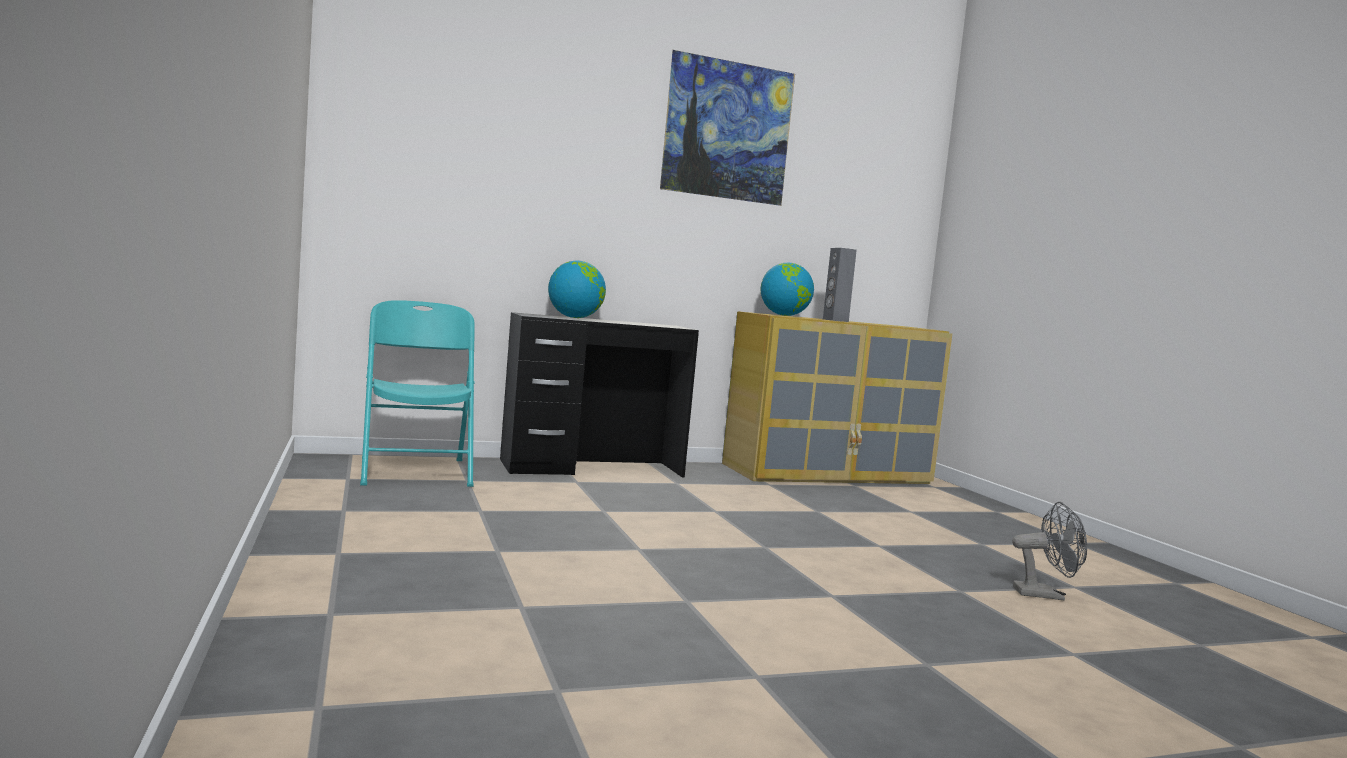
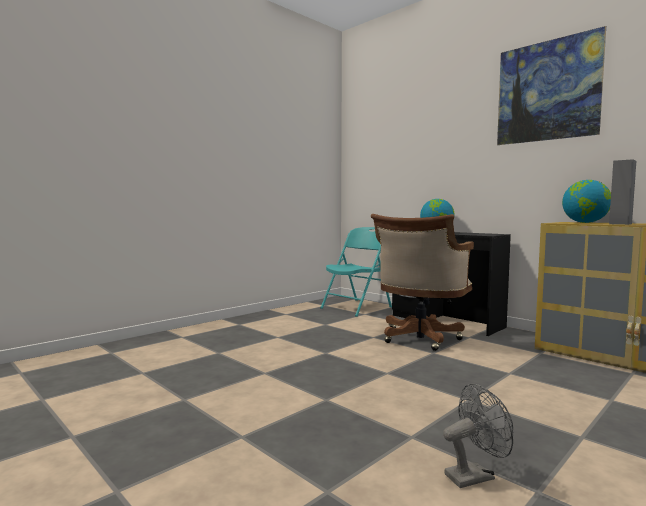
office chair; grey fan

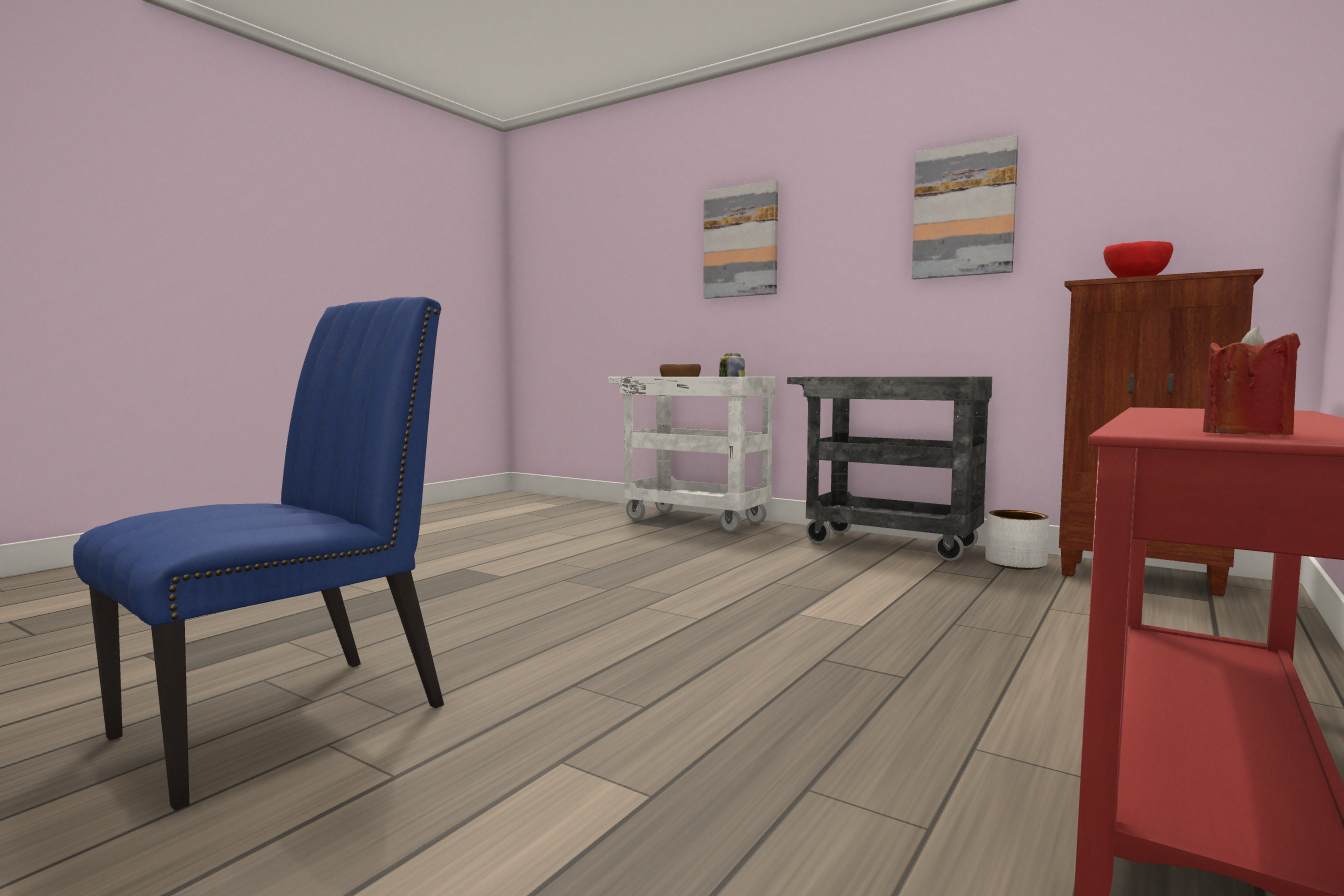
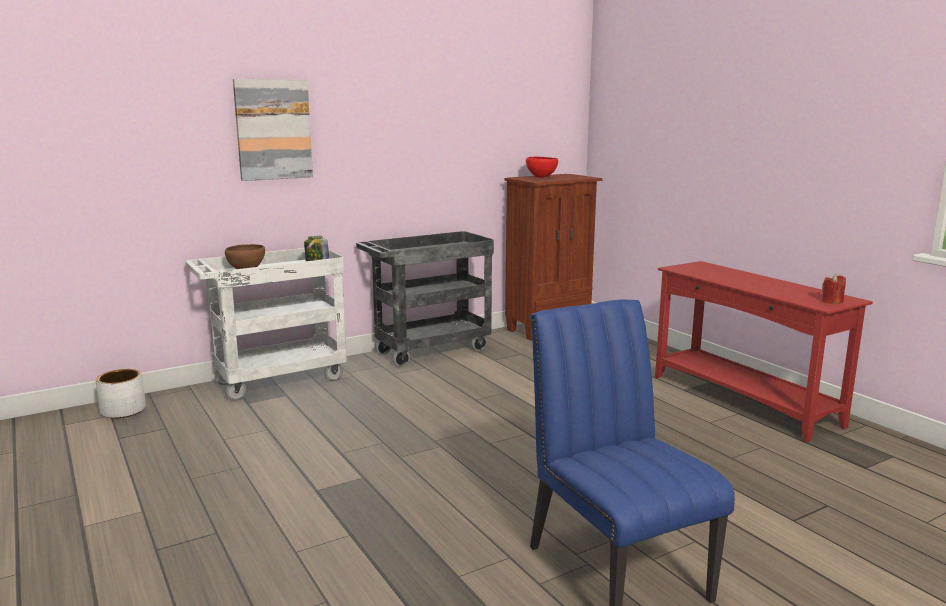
picture (no. 2 from left in the first image); white planter

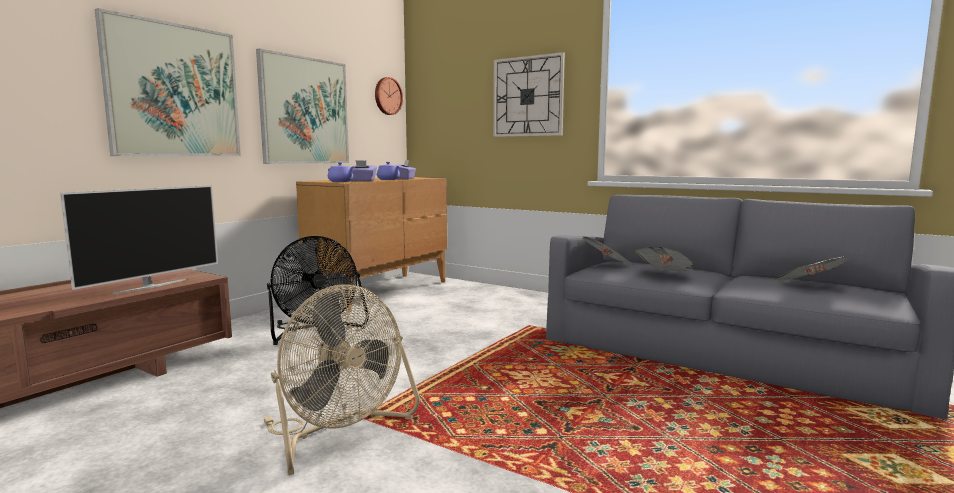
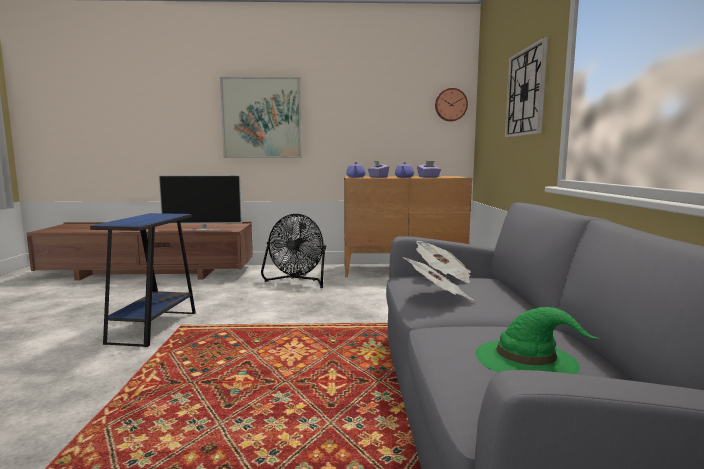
picture (no. 2 from left in the first image); blue side table; green hat

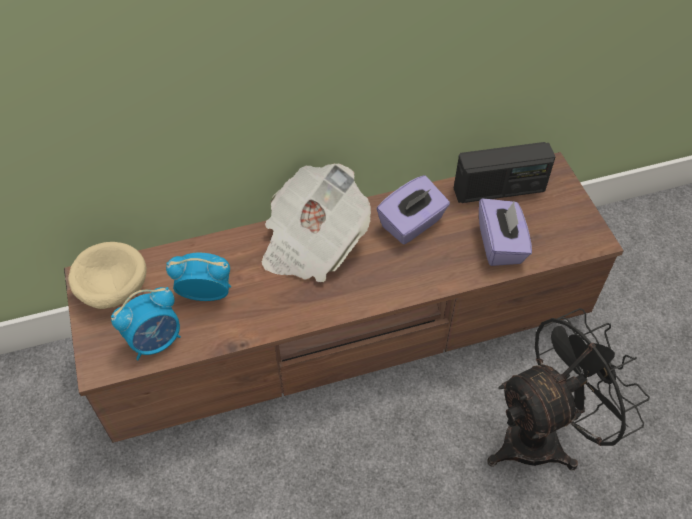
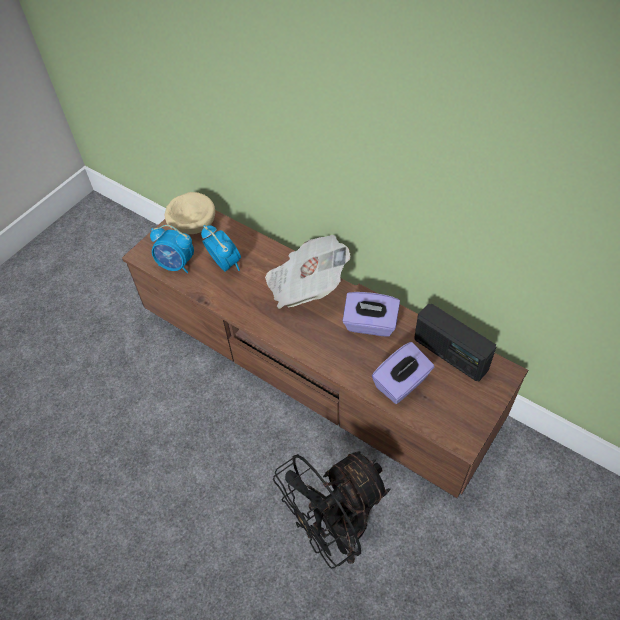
black fan

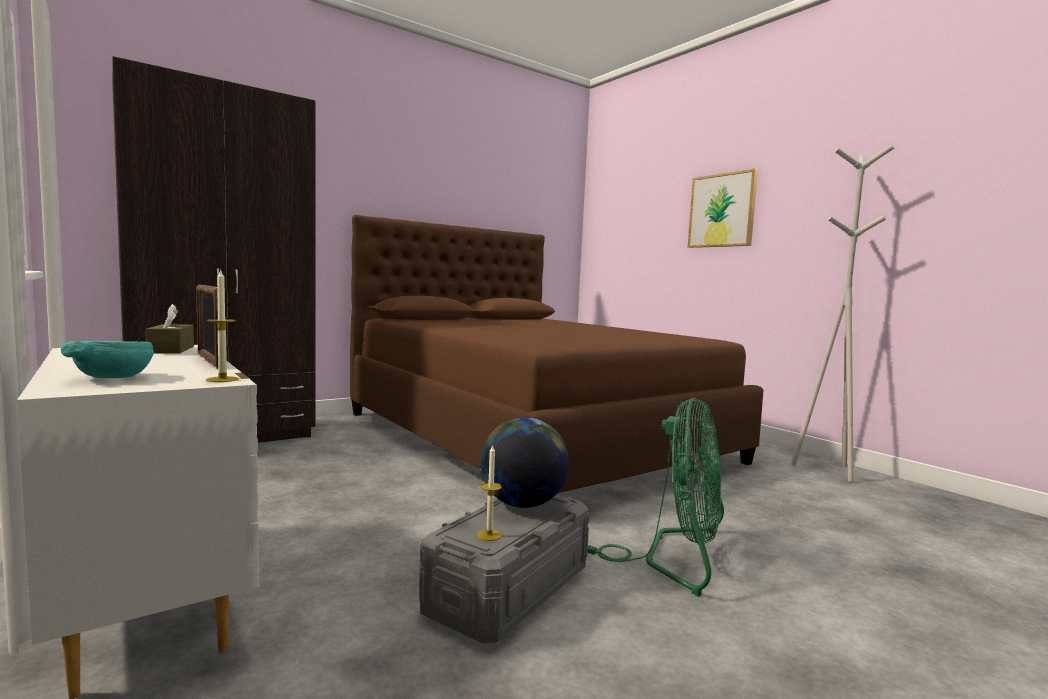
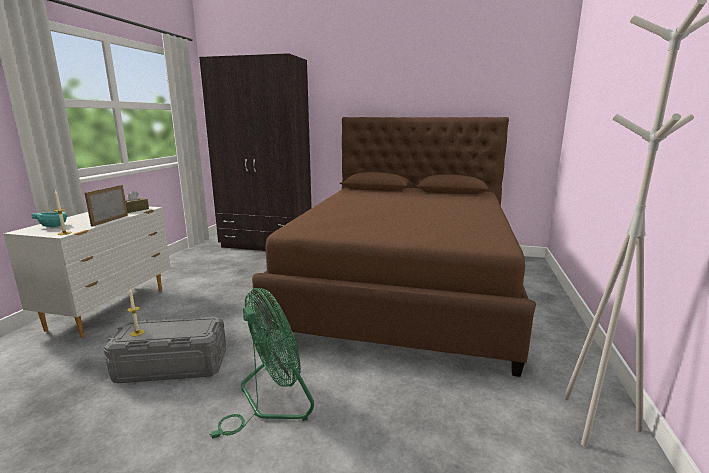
globe; picture; green fan

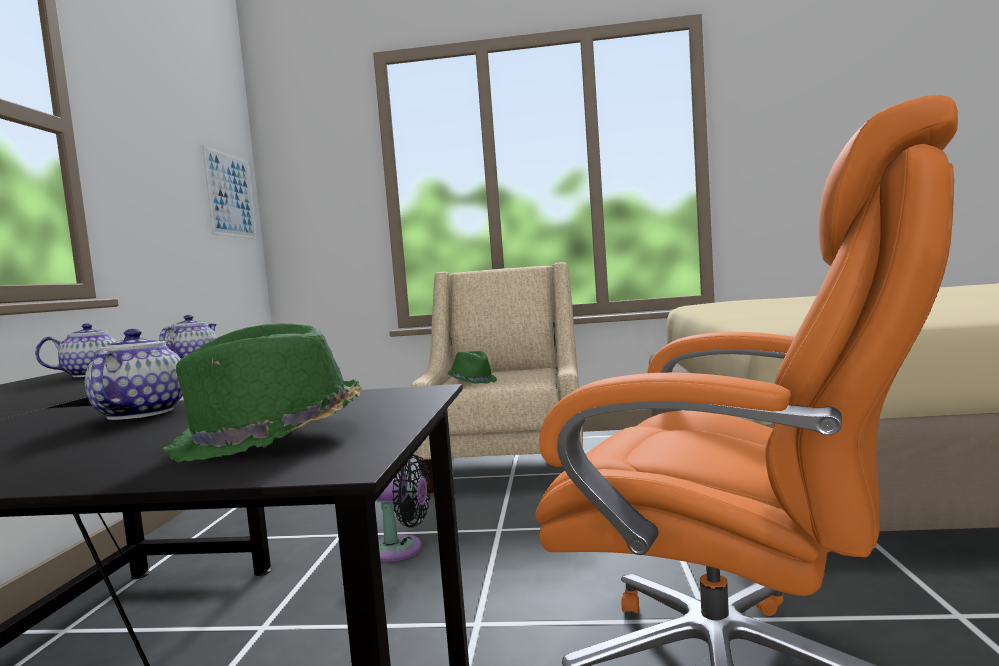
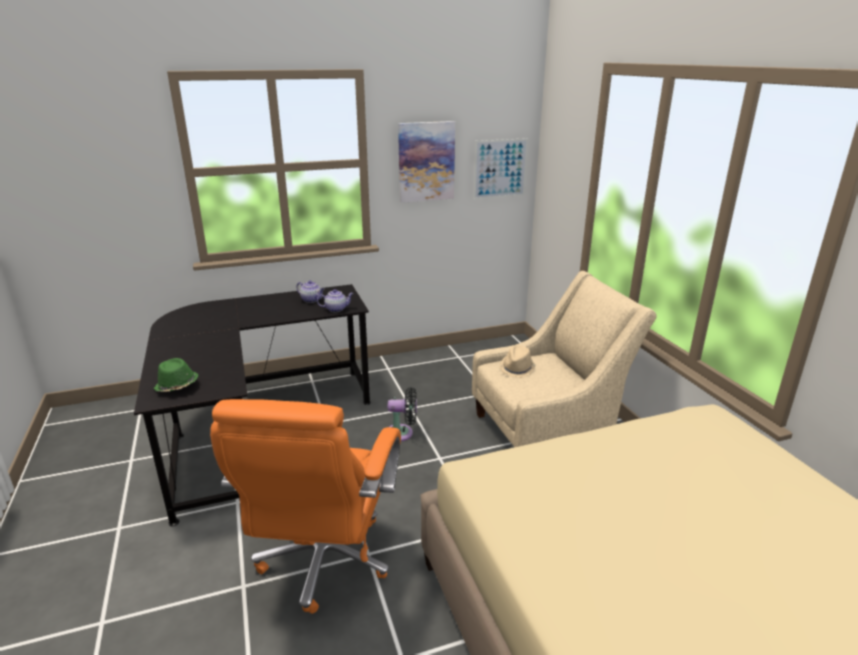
teapot (no. 2 from left in the first image); picture (no. 1 from left); beige hat; black fan

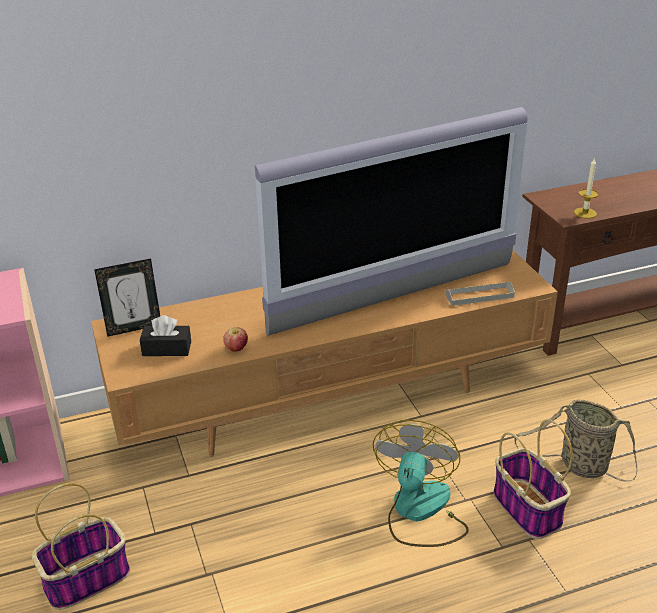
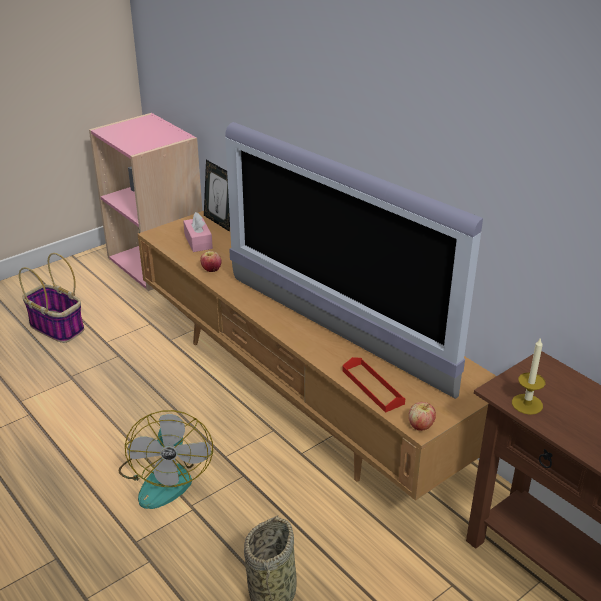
basket (no. 2 from left in the first image); apple (no. 2 from left); pink tissue box; red tray; fan

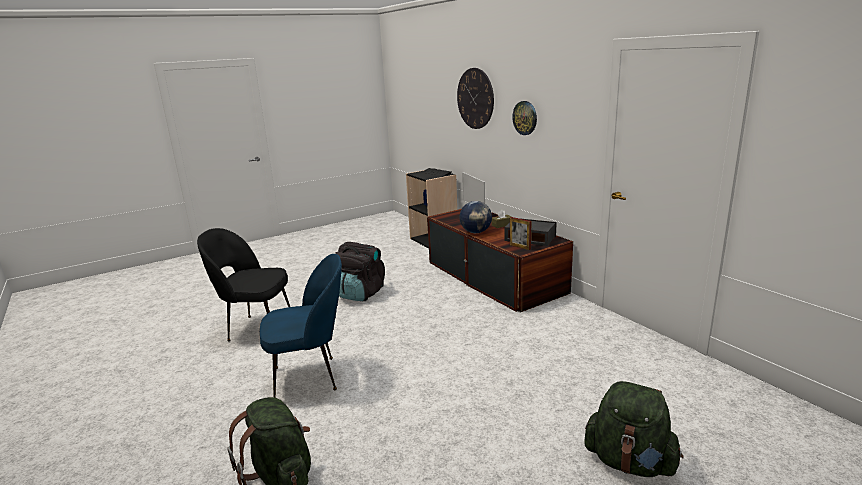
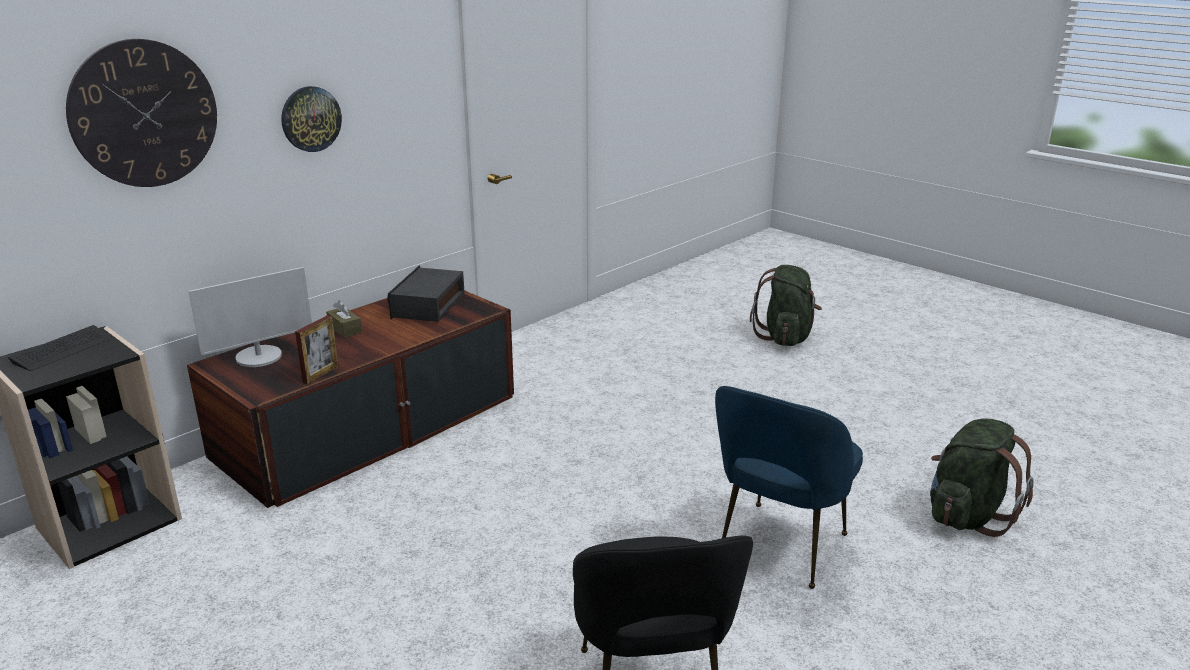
black backpack; globe; picture frame; blue chair

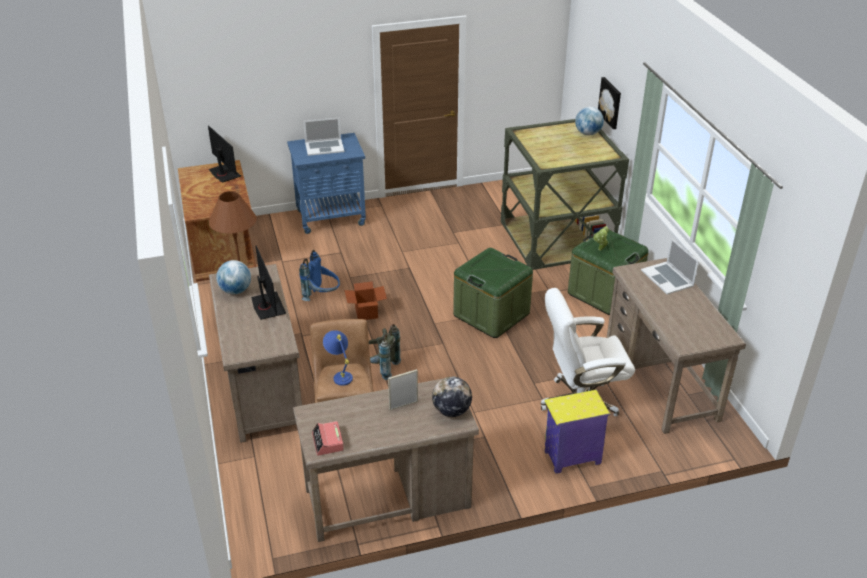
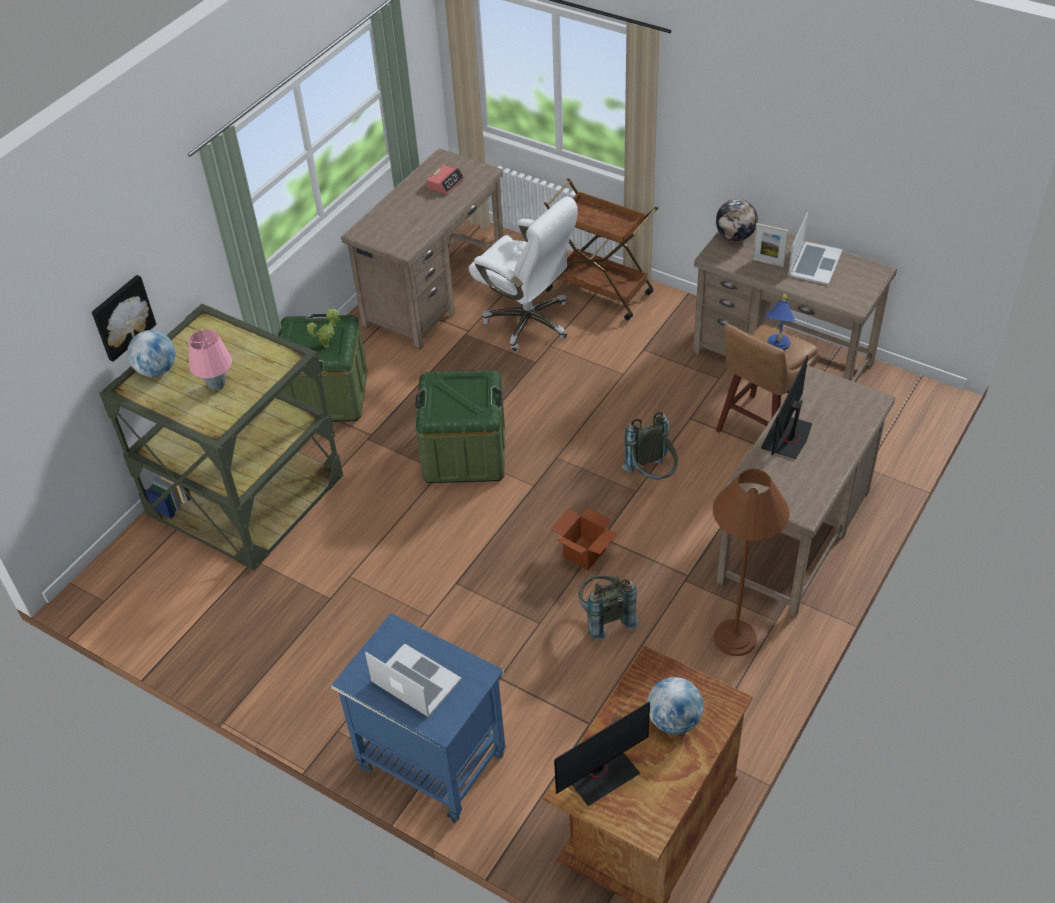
pink table lamp; globe (no. 2 from left); alarm clock; laptop (no. 2 from left); brown cart; grey backpack (no. 1 from left); monitor (no. 1 from left)

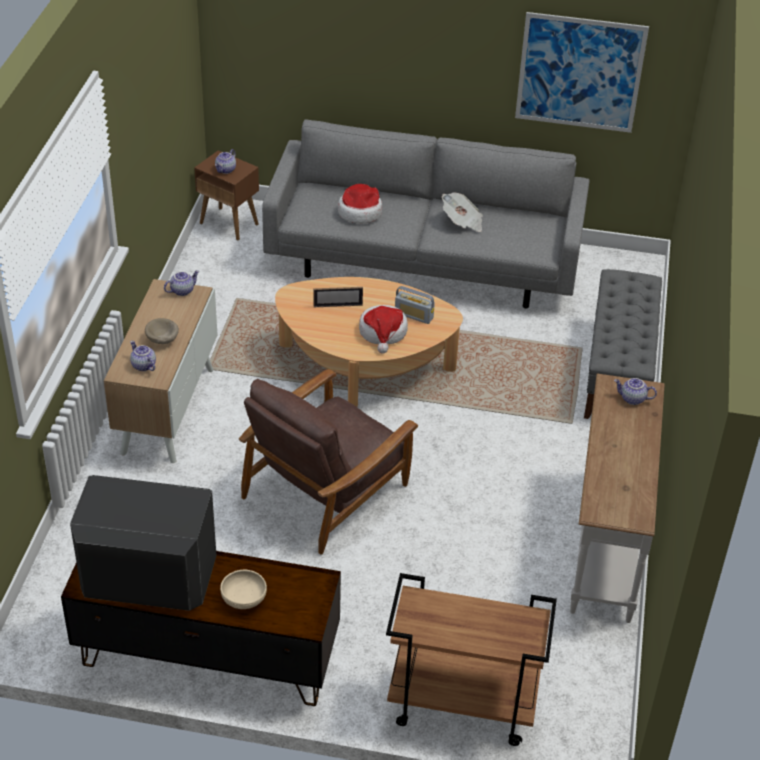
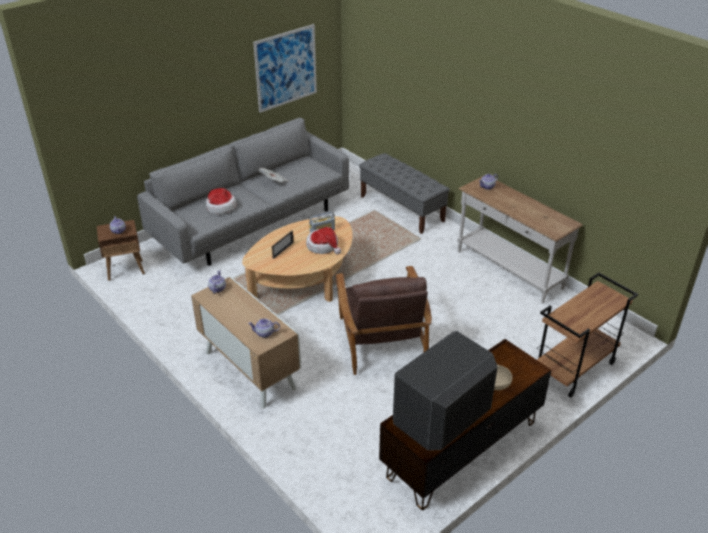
beige bowl (no. 1 from left in the first image)

